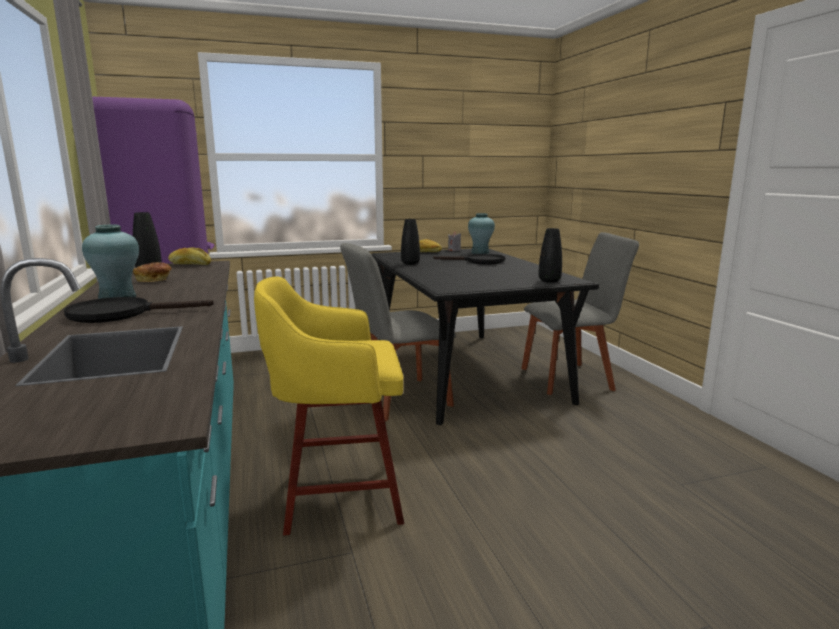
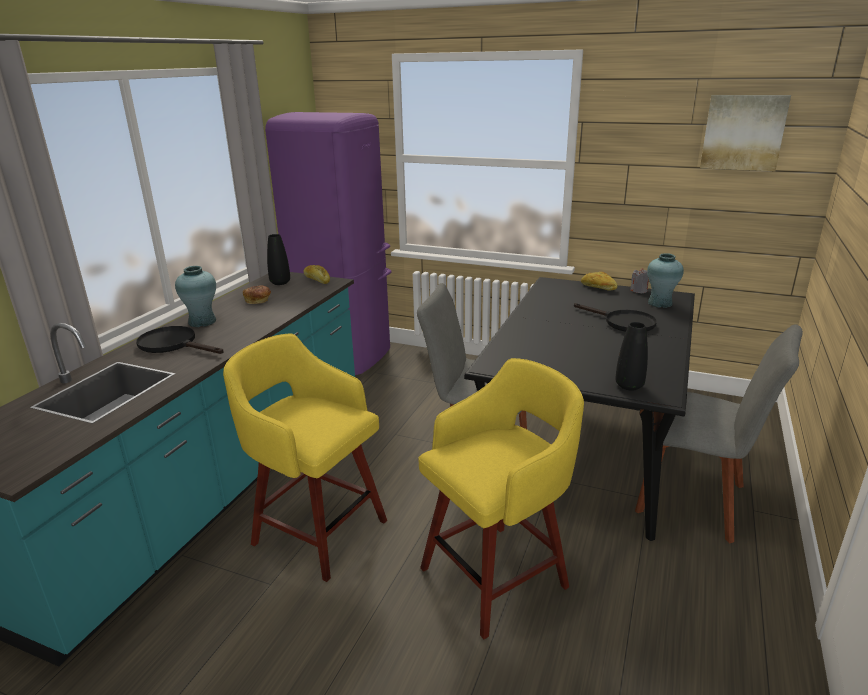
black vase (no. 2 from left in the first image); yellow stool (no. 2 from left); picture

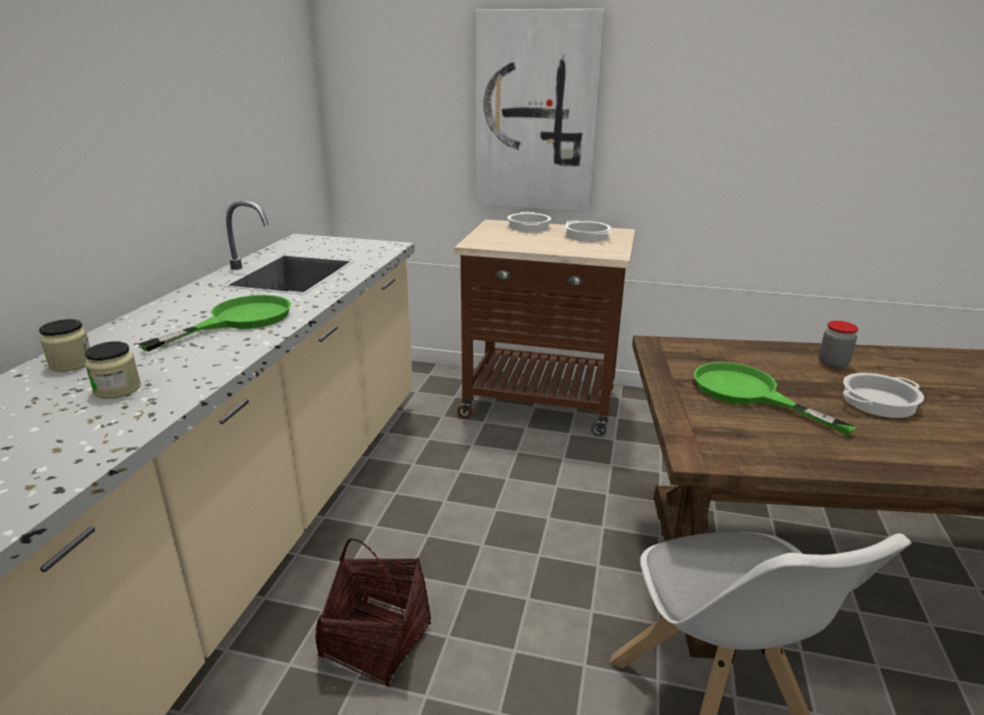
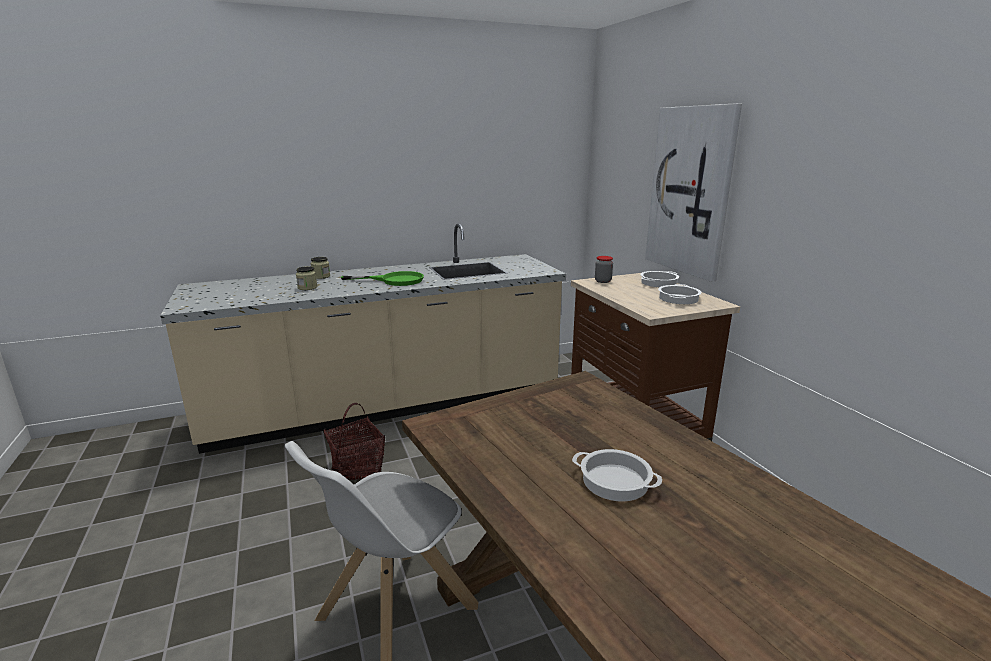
green frying pan (no. 2 from left in the first image); jar (no. 3 from left)

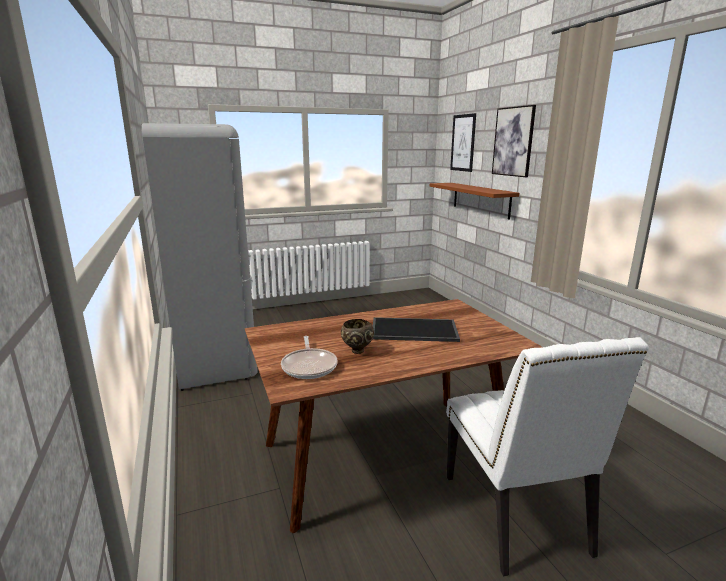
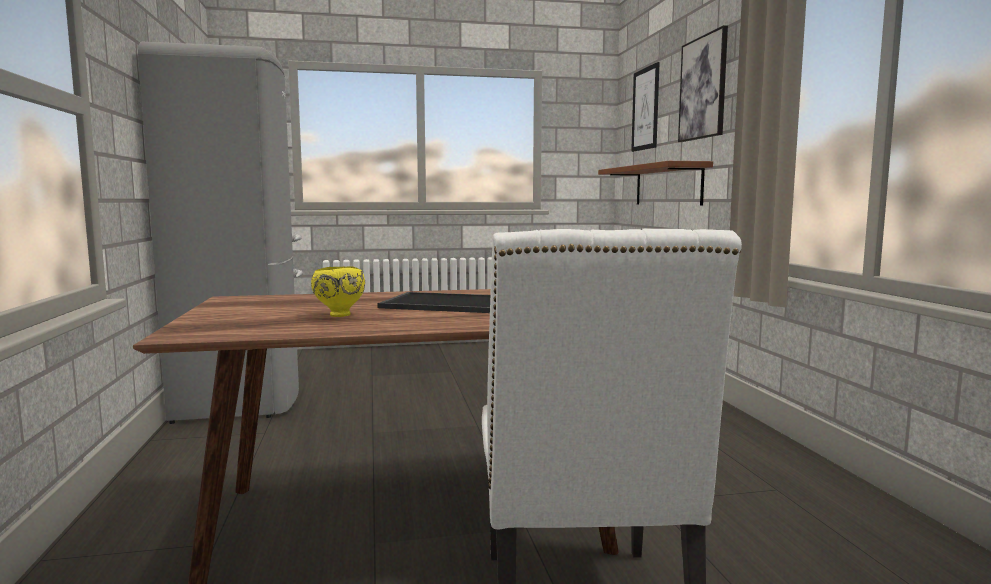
frying pan; yellow bowl

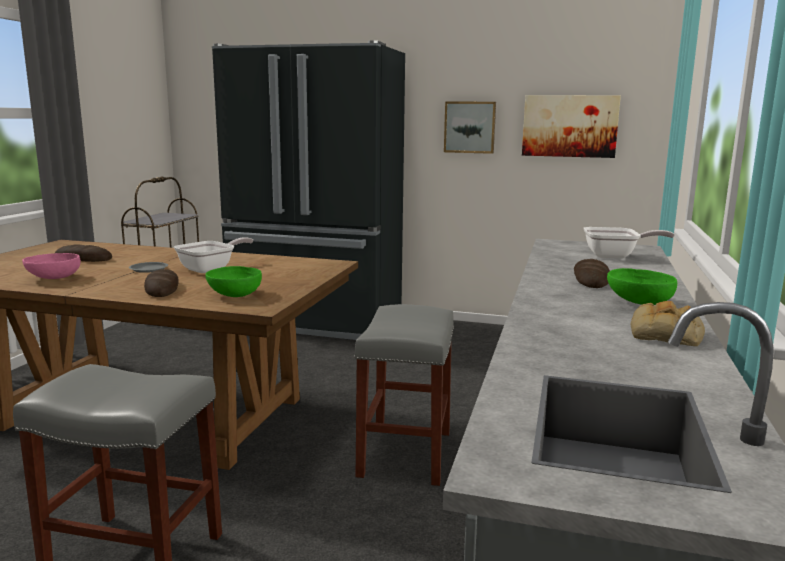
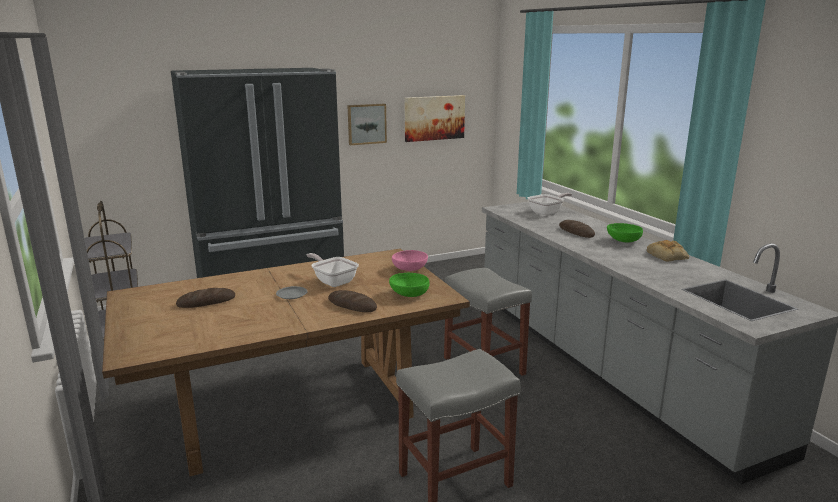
pink bowl; frying pan (no. 1 from left)

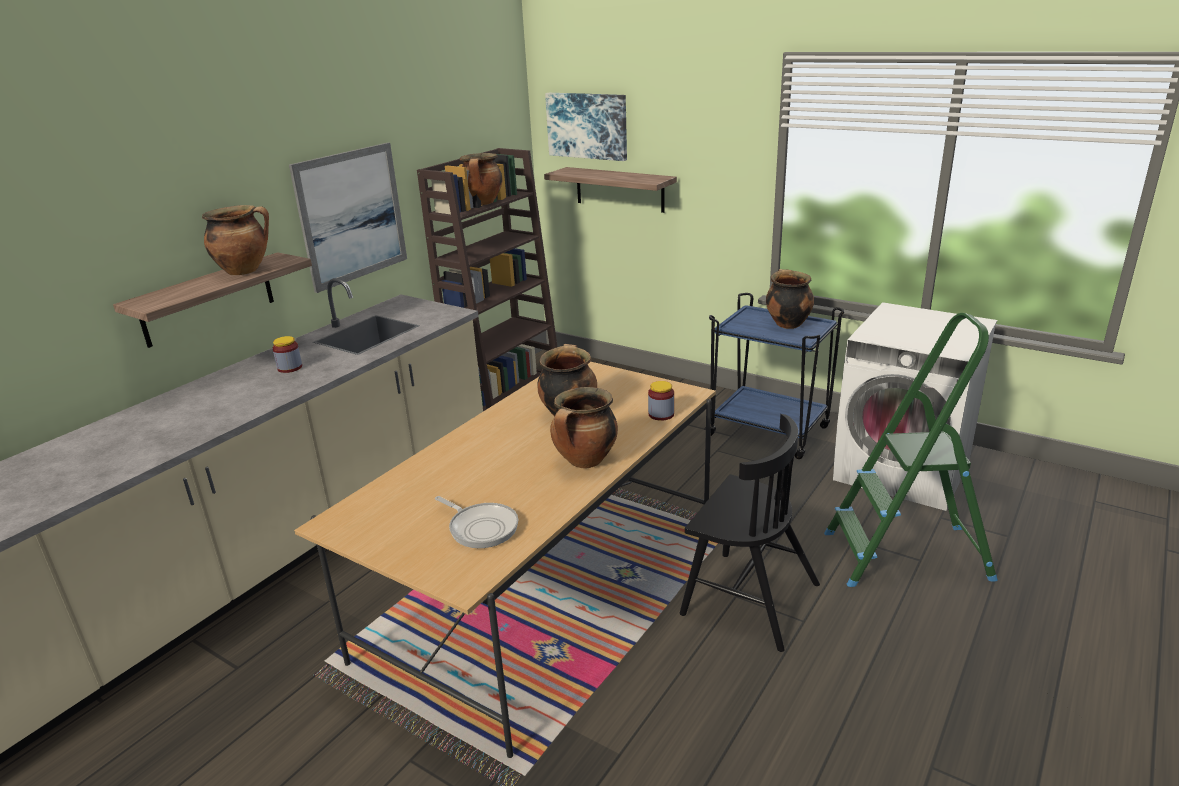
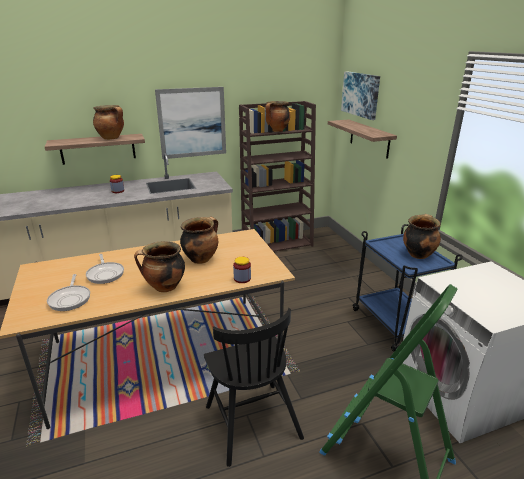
frying pan (no. 2 from left)

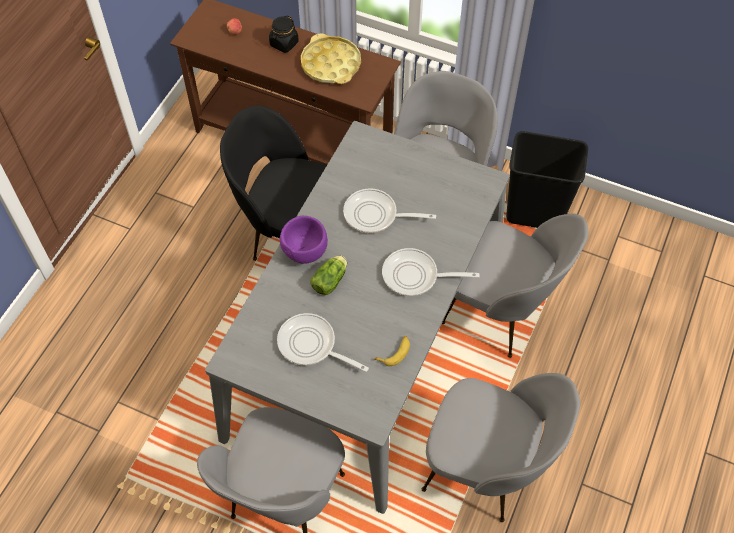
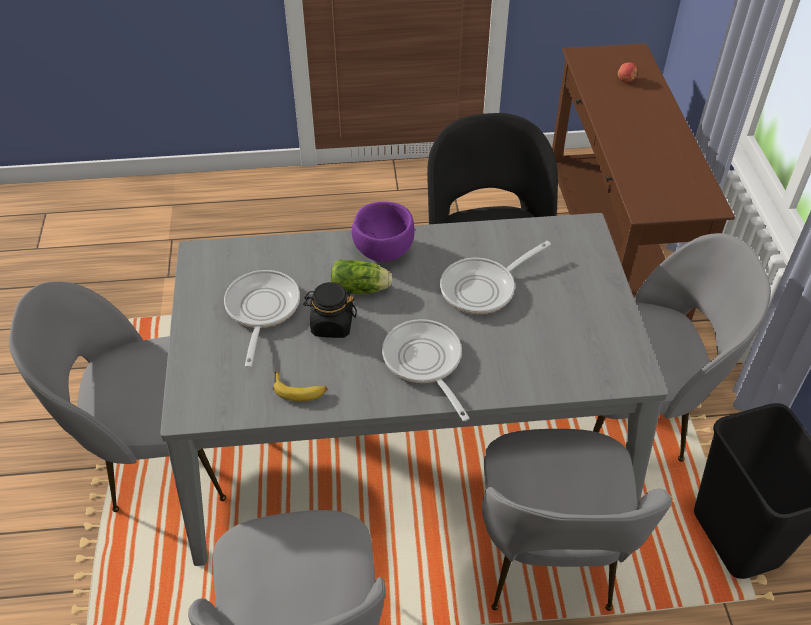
yellow tray; black jar; frying pan (no. 3 from left)

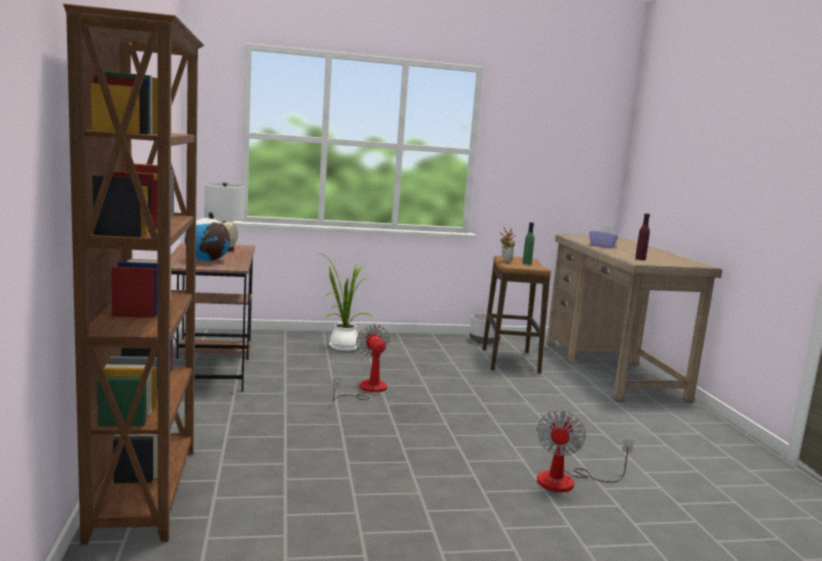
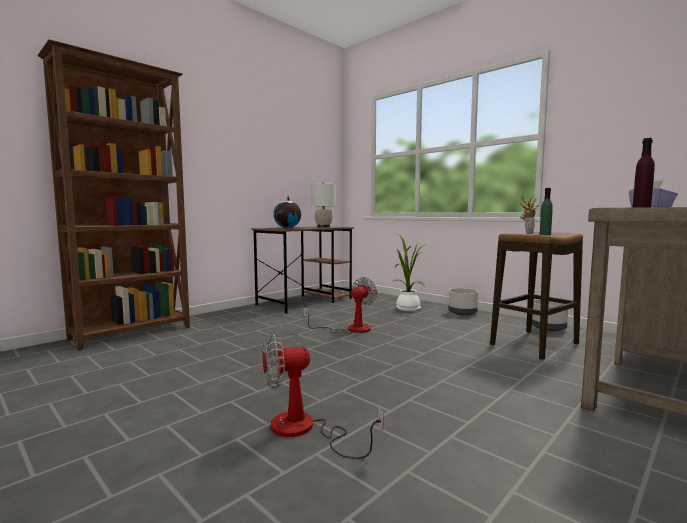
grey planter (no. 1 from left)

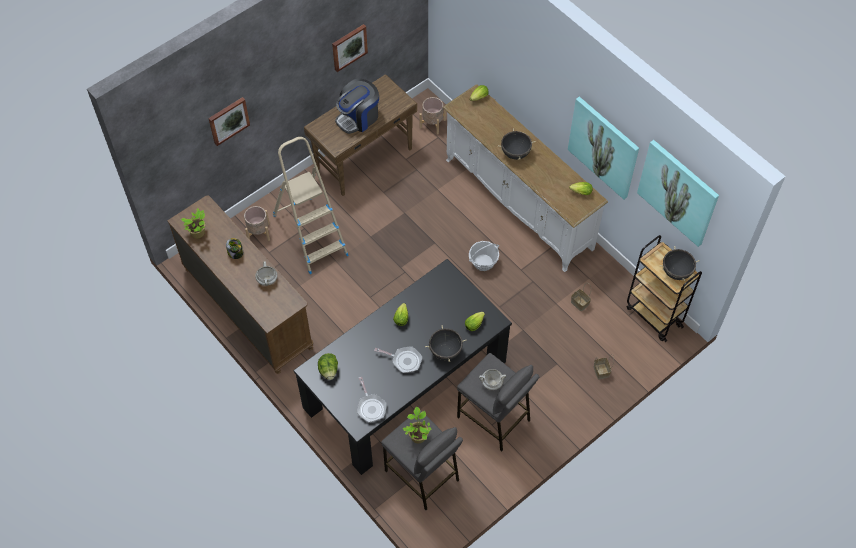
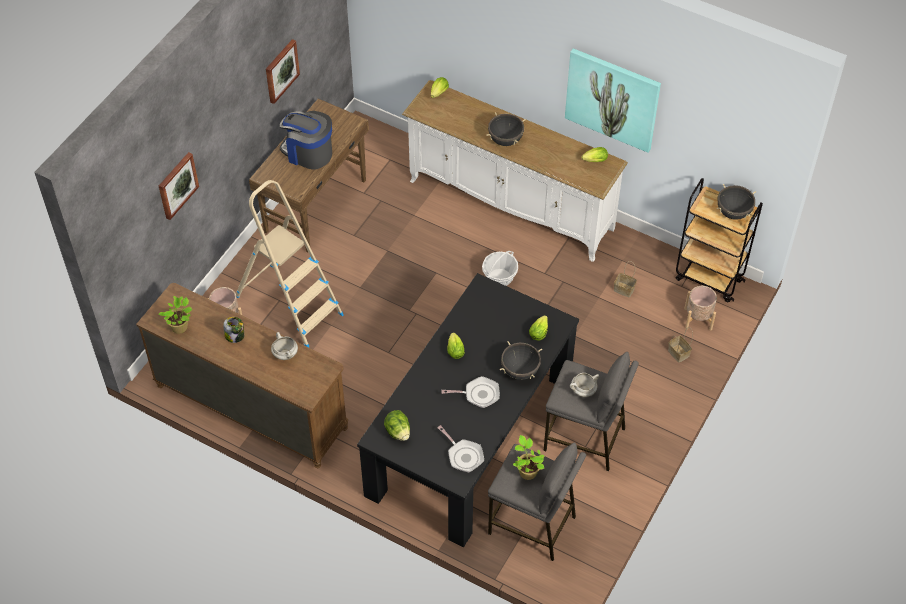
picture (no. 4 from left in the first image); beige planter (no. 2 from left); coffee machine

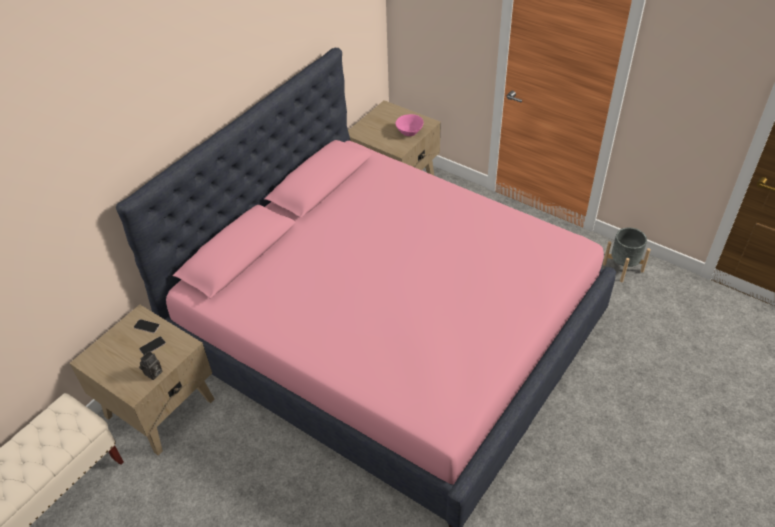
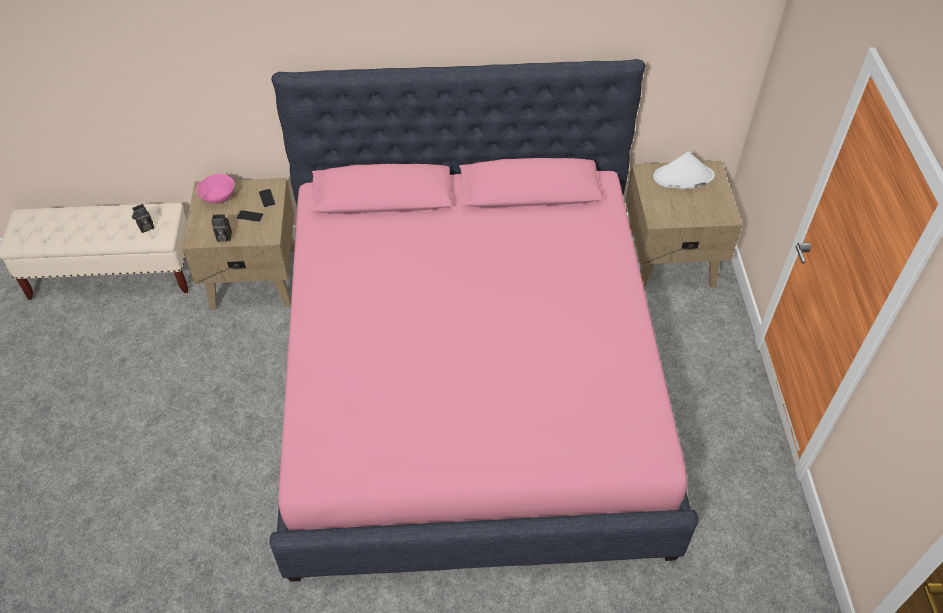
grey planter; photo camera (no. 1 from left); white hat; pink bowl

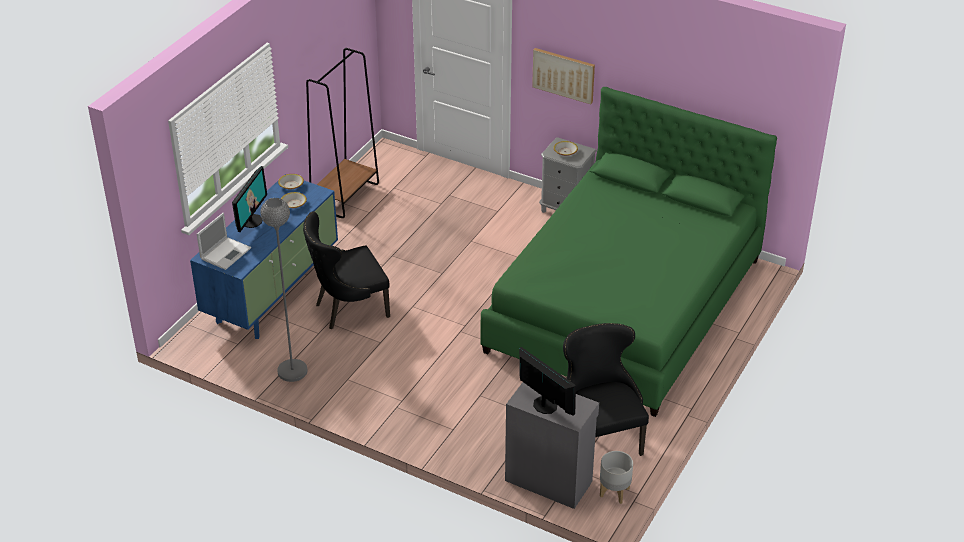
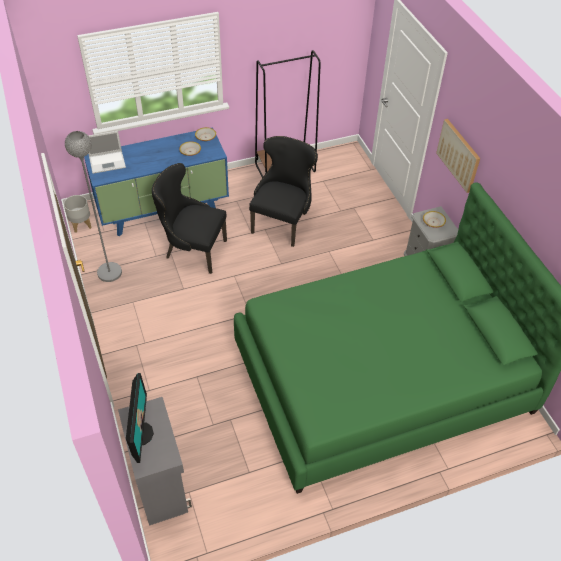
monitor (no. 1 from left in the first image); black chair (no. 2 from left); grey planter

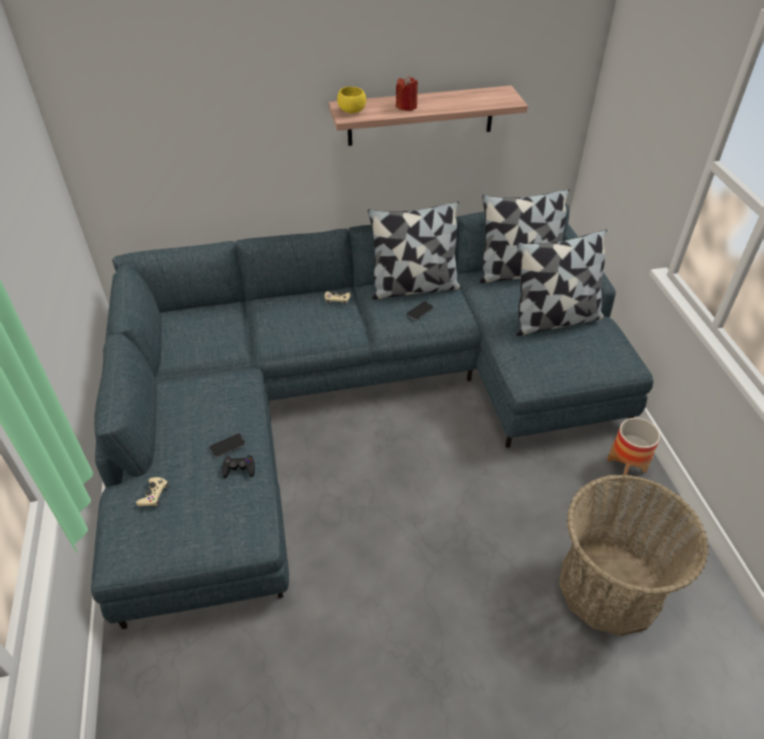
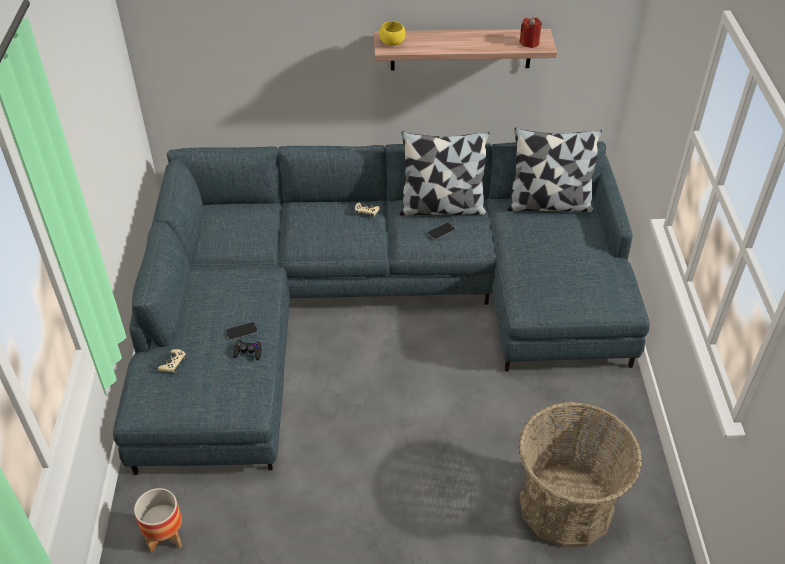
pillow (no. 3 from left in the first image); red candle; planter

